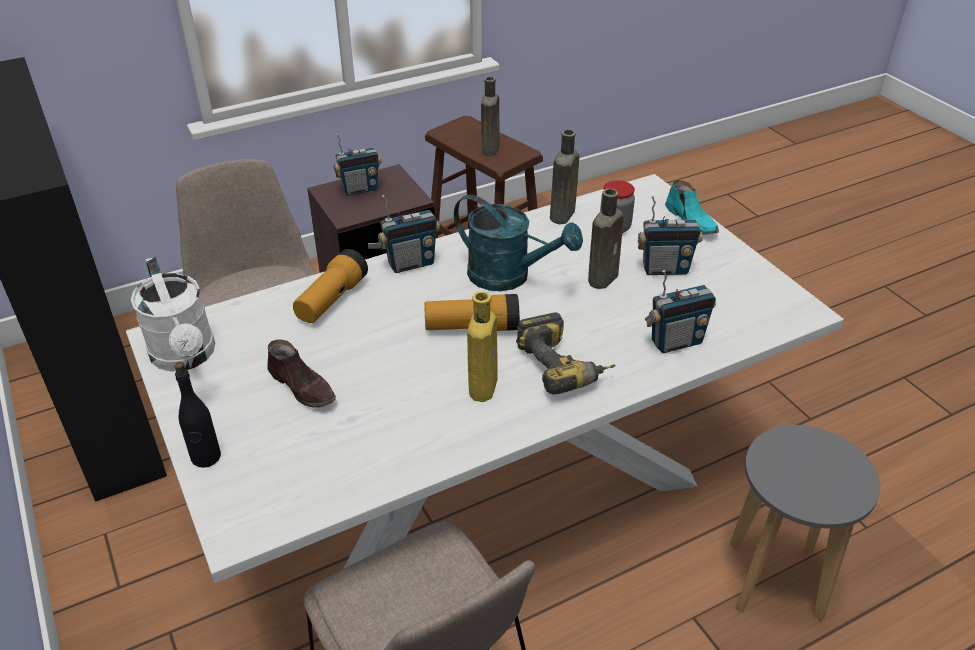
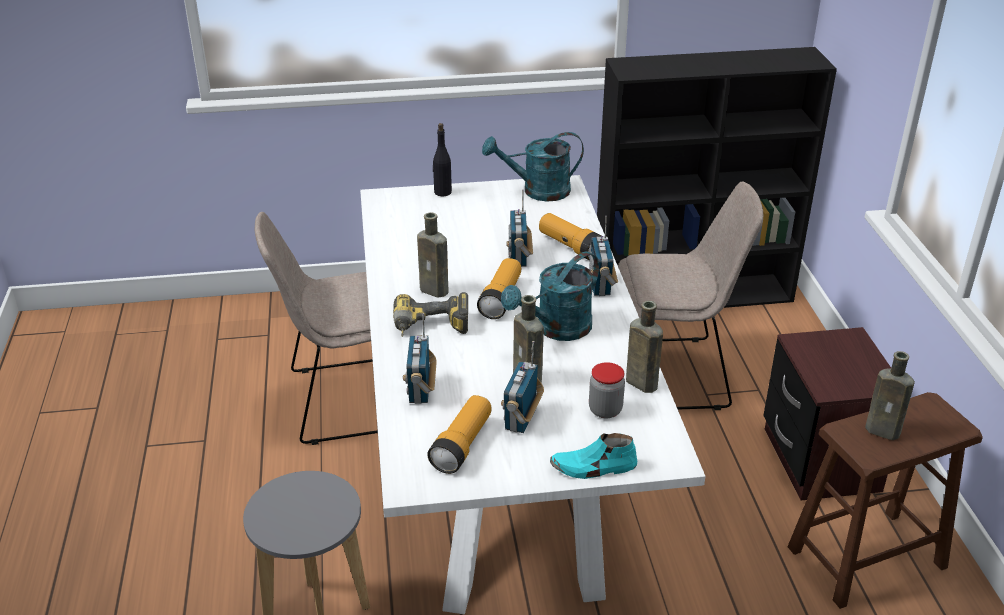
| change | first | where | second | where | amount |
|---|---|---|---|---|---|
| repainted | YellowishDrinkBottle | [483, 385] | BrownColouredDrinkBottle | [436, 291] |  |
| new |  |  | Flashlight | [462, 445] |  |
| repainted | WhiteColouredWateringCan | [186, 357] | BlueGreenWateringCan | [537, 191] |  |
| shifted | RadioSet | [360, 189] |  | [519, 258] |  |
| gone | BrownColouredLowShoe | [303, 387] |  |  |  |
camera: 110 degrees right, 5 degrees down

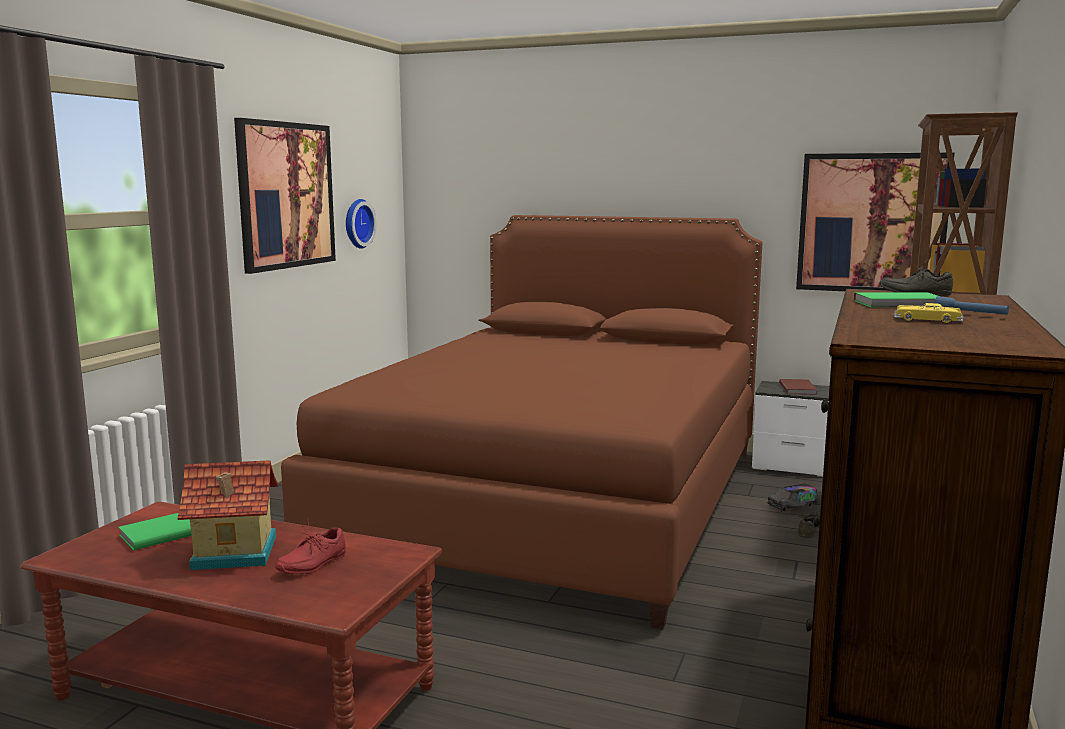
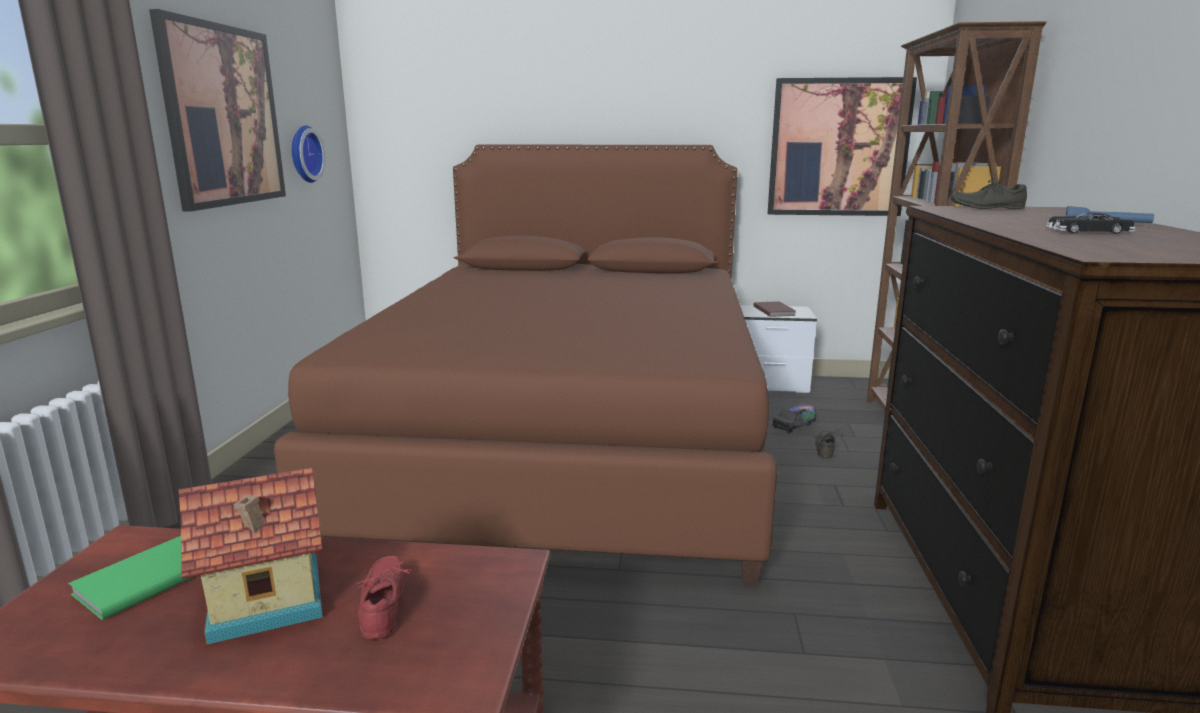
| change | first | where | second | where | amount |
|---|---|---|---|---|---|
| rotated | RedLowShoe | [310, 564] |  | [387, 604] | 150 degrees clockwise |
| repainted | YellowishMiniatureCar | [927, 320] | BlackColouredMiniatureCar | [1088, 232] |  |
| gone | GreenishBook | [900, 304] |  |  |  |
camera: 15 degrees left, 5 degrees up

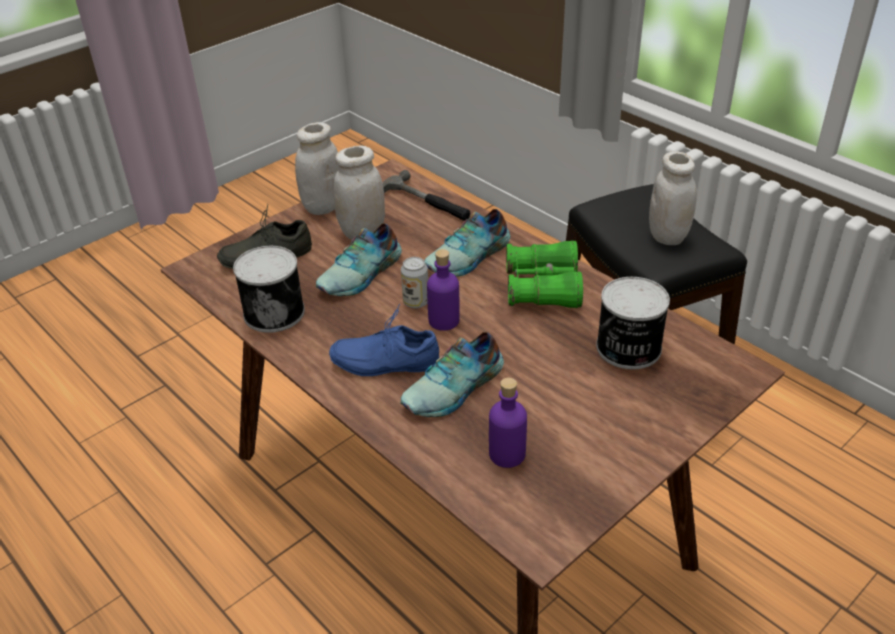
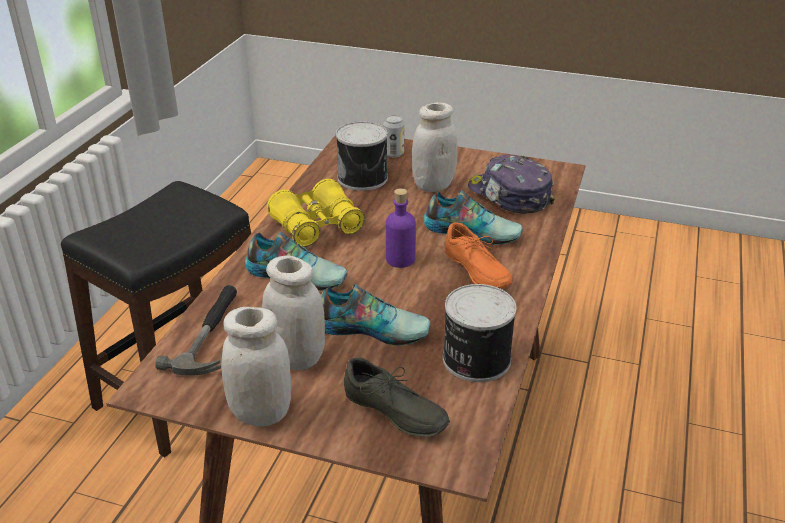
| change | first | where | second | where | amount |
|---|---|---|---|---|---|
| repainted | GreenishPairOfBinoculars | [543, 288] | YellowishPairOfBinoculars | [317, 226] |  |
| shifted | Can | [416, 302] |  | [393, 154] |  |
| shifted | WhiteColouredStorageJar | [667, 236] |  | [433, 185] |  |
| repainted | BluishLowShoe | [385, 360] | OrangeyLowShoe | [474, 271] |  |
| swapped | PurpleColouredDrinkBottle | [507, 454] | Cap | [509, 196] |  |
camera: 120 degrees left, 5 degrees down

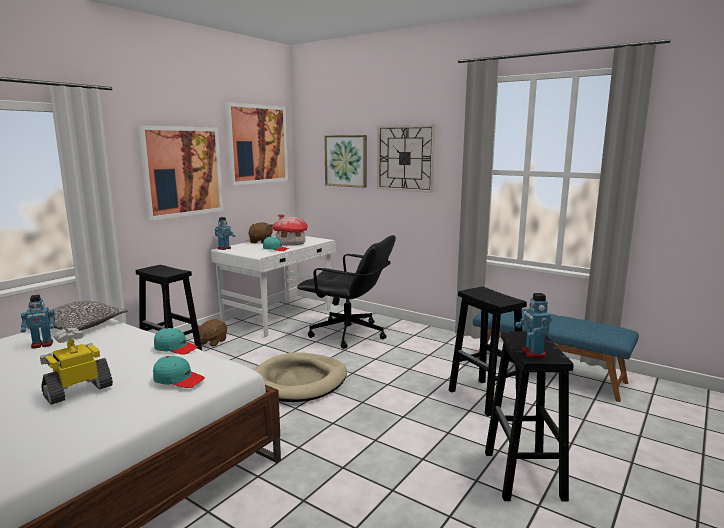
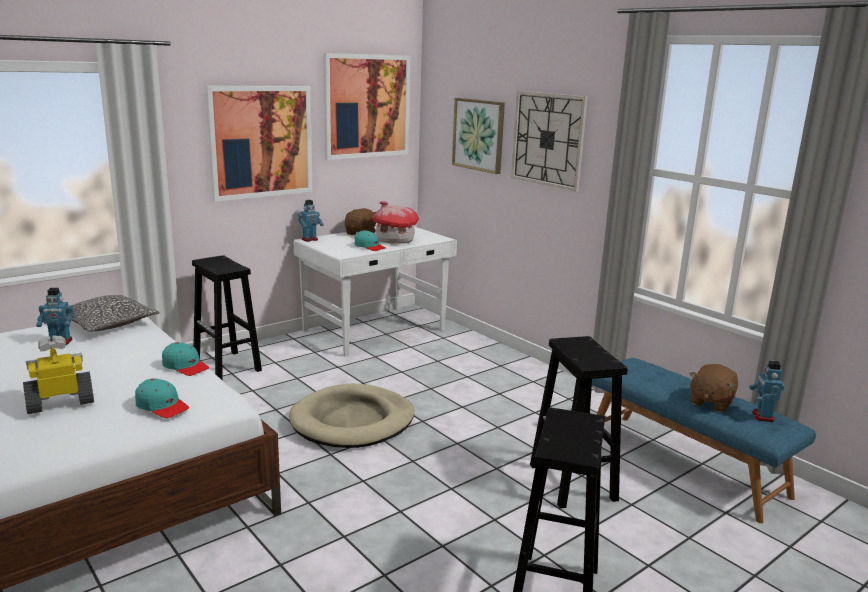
| change | first | where | second | where | amount |
|---|---|---|---|---|---|
| shifted | BrownColouredCuddlyToy | [212, 342] |  | [710, 402] |  |
| shifted | RobotFigure | [532, 353] |  | [762, 416] |  |
| gone | BlackColouredComputerChair | [348, 334] |  |  |  |
camera: 15 degrees right, 5 degrees up

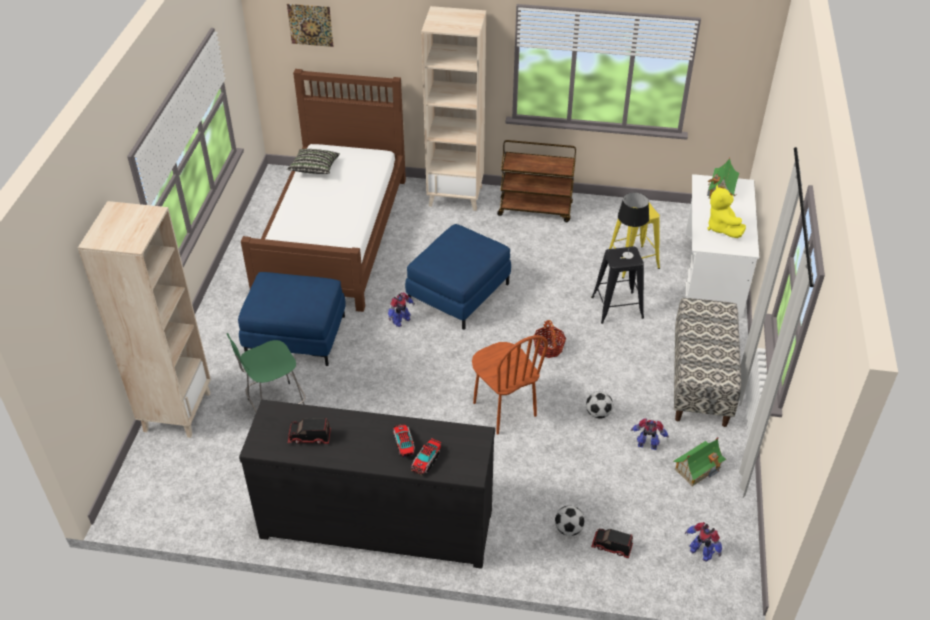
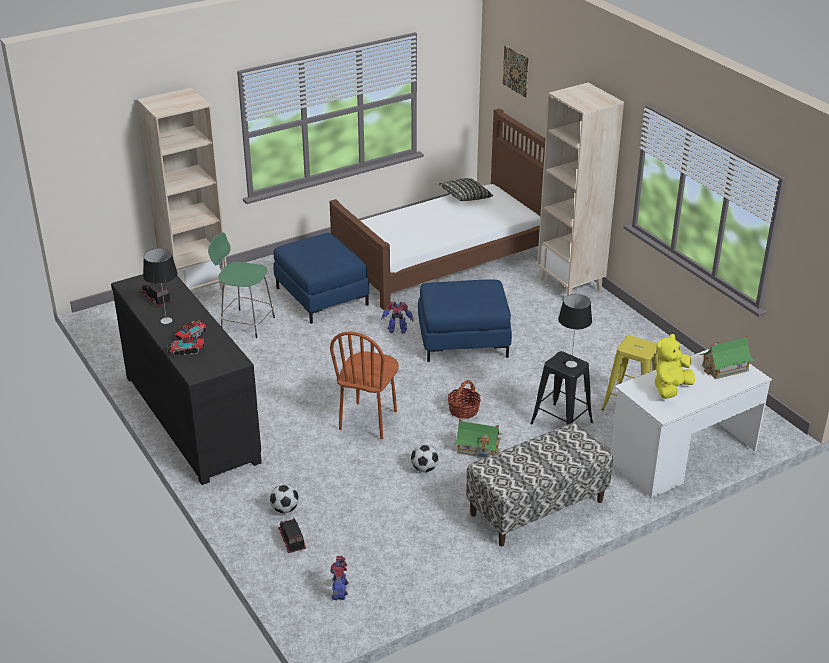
| change | first | where | second | where | amount |
|---|---|---|---|---|---|
| new |  |  | TabletopLamp | [166, 320] |  |
| shifted | ModelHouse | [697, 468] |  | [478, 448] |  |
| gone | BrownColouredTrolley | [535, 209] |  |  |  |
| gone | RobotFigure | [647, 445] |  |  |  |
camera: 50 degrees right, 10 degrees down

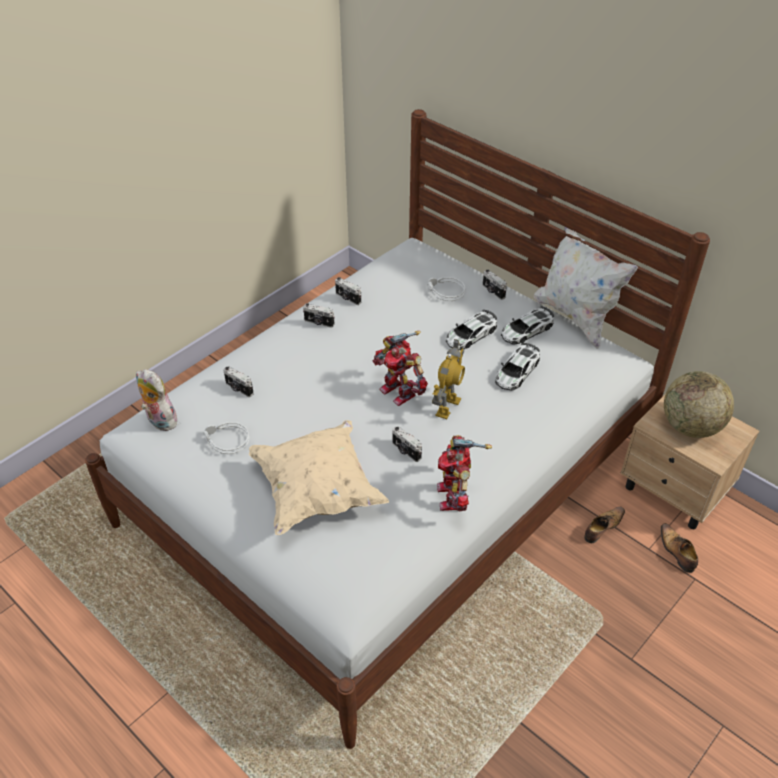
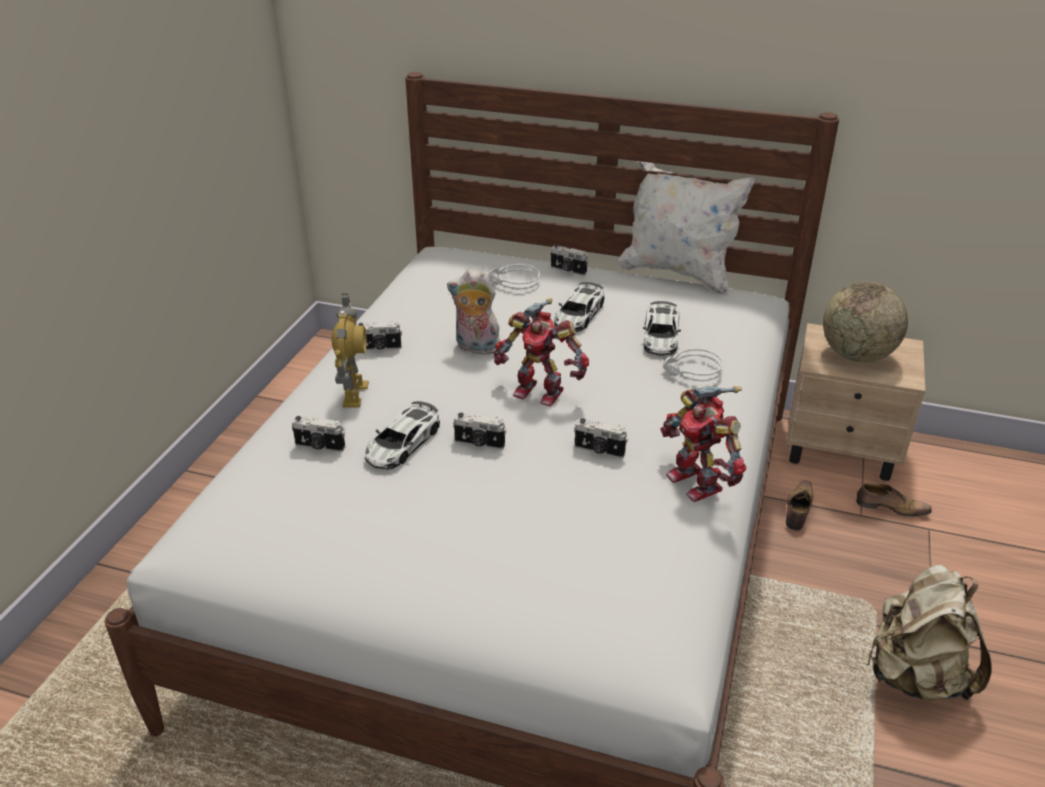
| change | first | where | second | where | amount |
|---|---|---|---|---|---|
| shifted | RobotFigure | [447, 406] |  | [354, 394] |  |
| shifted | MiniatureCar | [526, 330] |  | [402, 443] |  |
| shifted | CuddlyToy | [159, 421] |  | [475, 348] |  |
| shifted | StillCamera | [347, 298] |  | [479, 444] |  |
| shifted | GreyishHeadset | [225, 441] |  | [693, 372] |  |
| rotated | LowShoe | [676, 551] |  | [890, 508] | 150 degrees clockwise |
| new |  |  | BeigeColouredKnapsack | [915, 676] |  |
| gone | BeigeColouredThrowPillow | [317, 491] |  |  |  |
camera: 25 degrees left, 10 degrees down

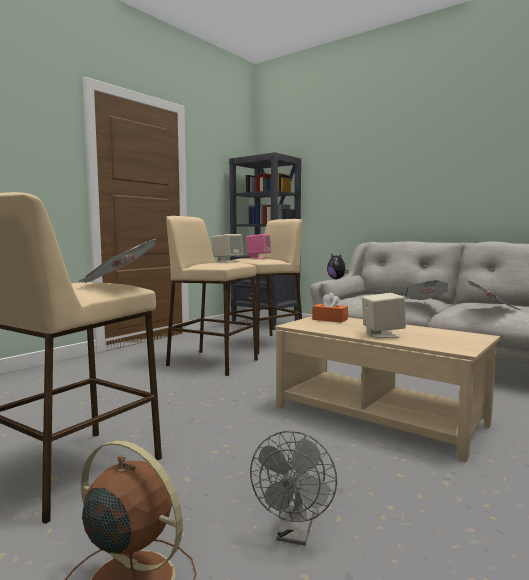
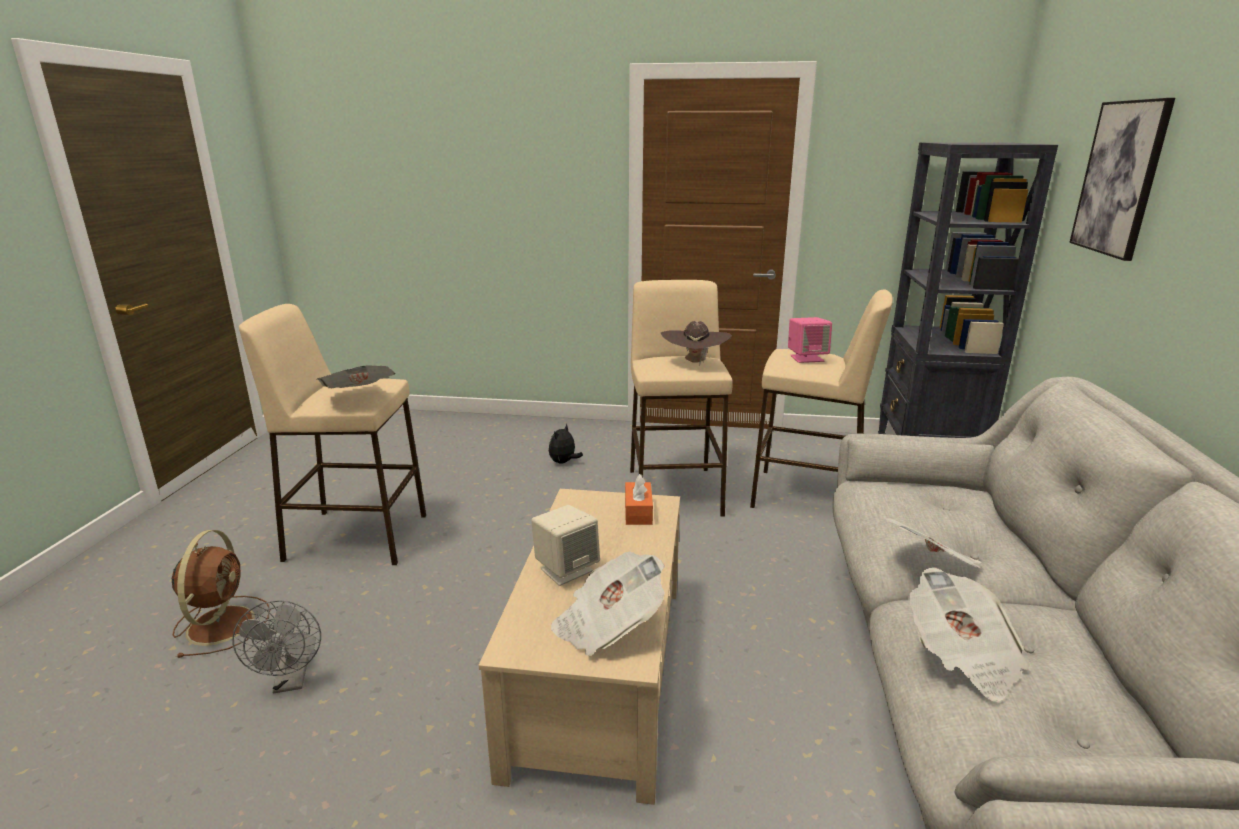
| change | first | where | second | where | amount |
|---|---|---|---|---|---|
| rotated | GreyishElectricFan | [295, 534] |  | [291, 681] | 90 degrees counterclockwise |
| shifted | CuddlyToy | [337, 279] |  | [564, 462] |  |
| new |  |  | PrintedPaper | [608, 626] |  |
| swapped | BeigeColouredLoudspeaker | [227, 261] | BrownColouredClothingHat | [695, 362] |  |
| new |  |  | WallArt | [1120, 178] |  |
camera: 60 degrees right, 15 degrees up

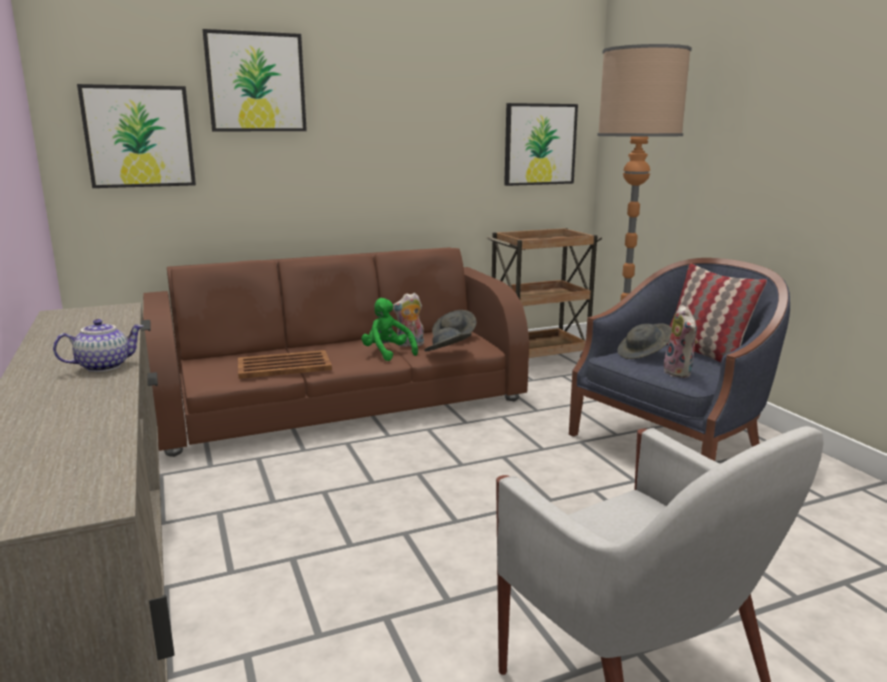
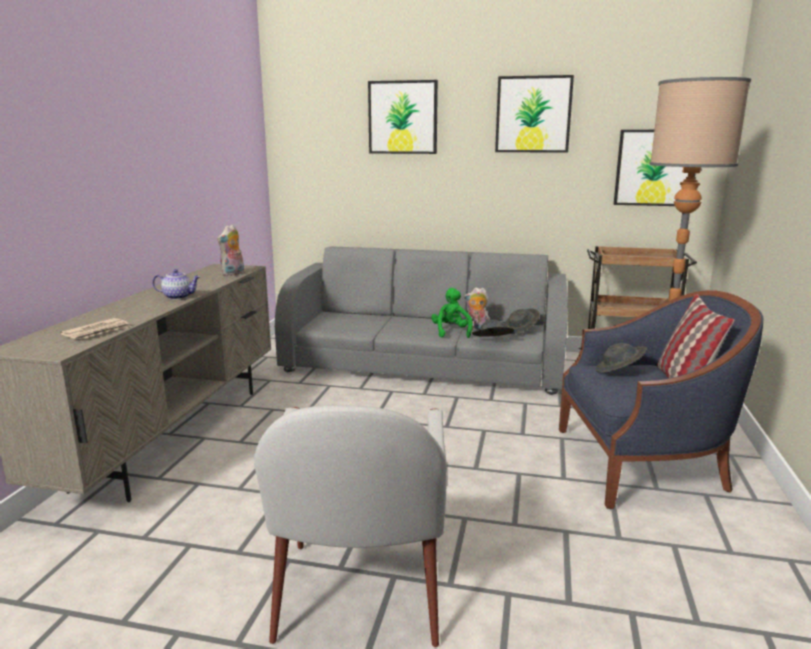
| change | first | where | second | where | amount |
|---|---|---|---|---|---|
| new |  |  | PrintedPaper | [98, 332] |  |
| shifted | CuddlyToy | [680, 372] |  | [233, 274] |  |
| repainted | BrownColouredSettee | [341, 399] | GreyishSettee | [425, 362] |  |
| shifted | WallArt | [139, 137] |  | [533, 114] |  |
| gone | BrownColouredCarryingTray | [285, 366] |  |  |  |
camera: 35 degrees right, 0 degrees up

